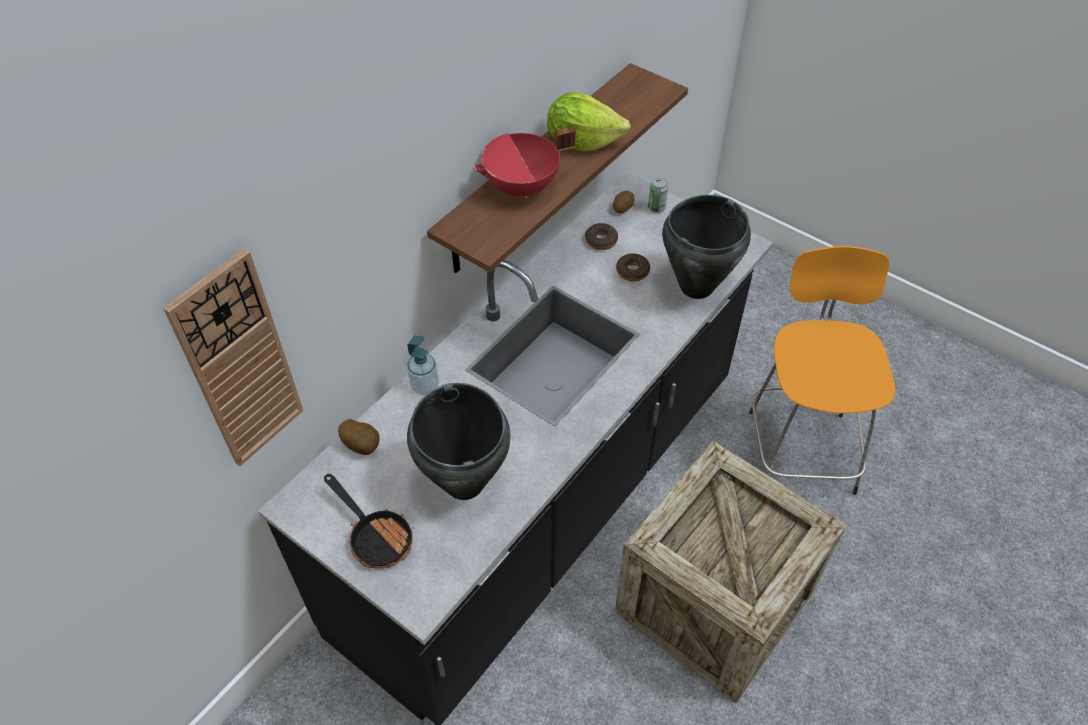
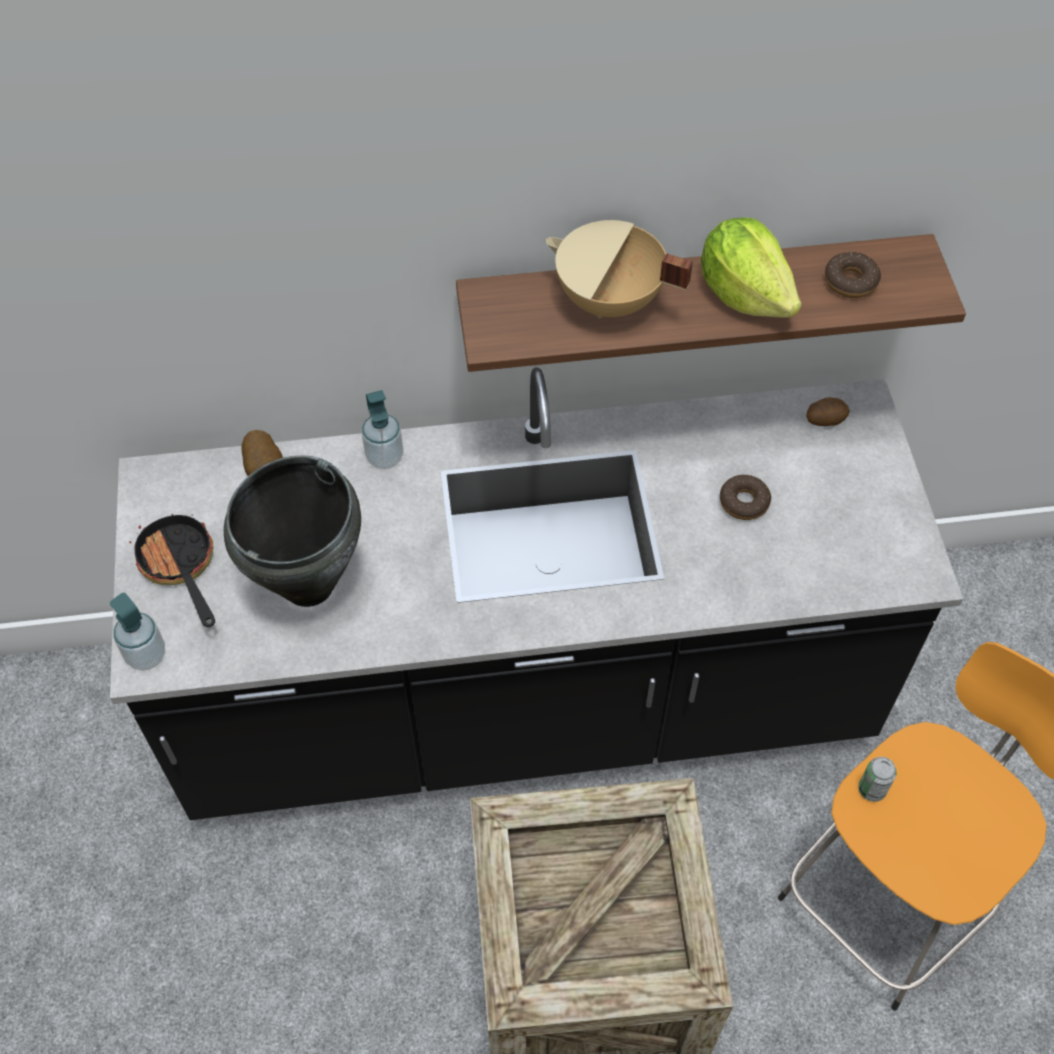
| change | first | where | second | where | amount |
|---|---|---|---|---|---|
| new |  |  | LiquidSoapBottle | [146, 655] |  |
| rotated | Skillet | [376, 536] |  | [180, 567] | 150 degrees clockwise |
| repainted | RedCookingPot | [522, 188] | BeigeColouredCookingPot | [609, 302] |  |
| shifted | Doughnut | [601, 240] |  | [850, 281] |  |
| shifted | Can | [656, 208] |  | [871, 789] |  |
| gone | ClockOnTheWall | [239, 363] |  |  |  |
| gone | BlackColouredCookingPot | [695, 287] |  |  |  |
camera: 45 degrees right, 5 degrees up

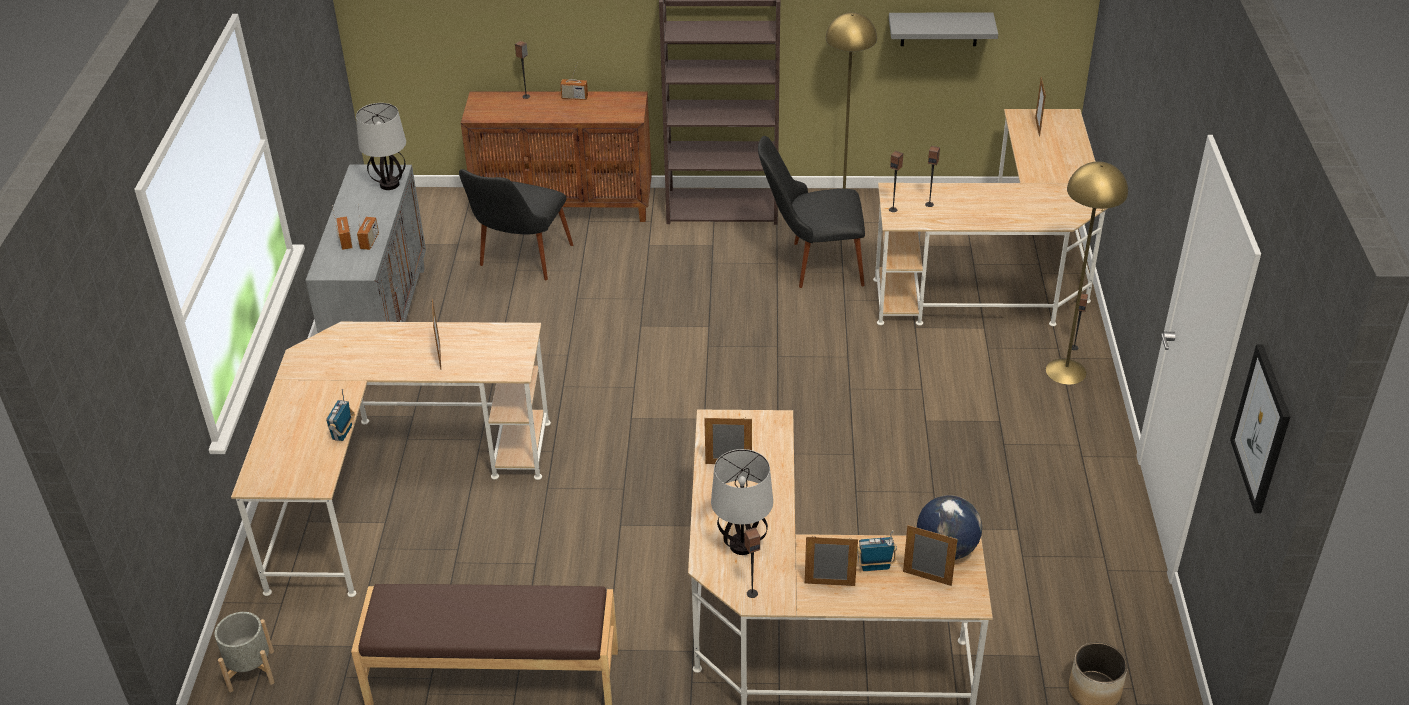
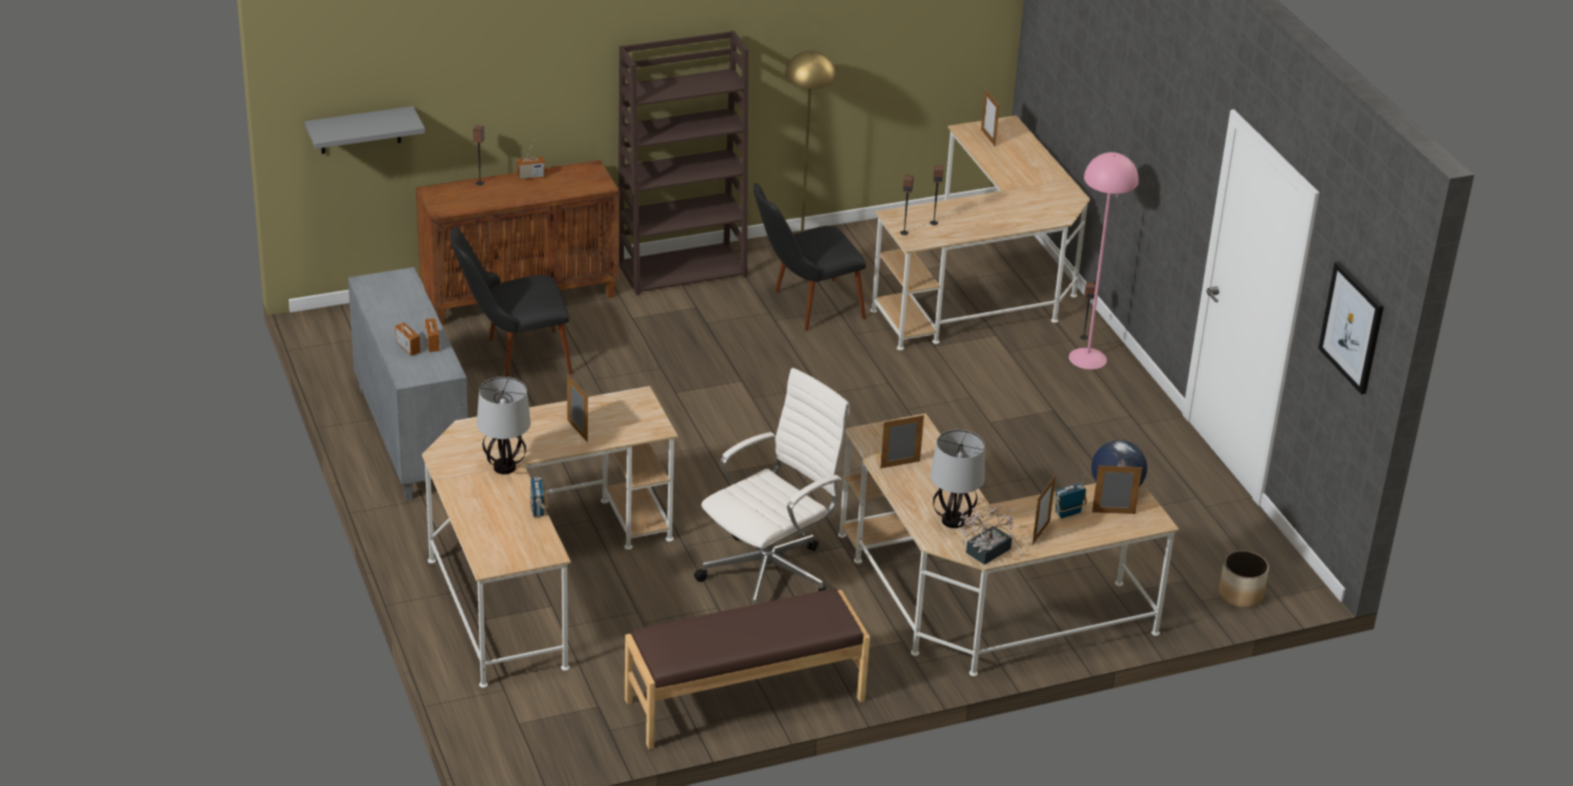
| change | first | where | second | where | amount |
|---|---|---|---|---|---|
| shifted | GreyishShelf | [939, 29] |  | [360, 130] |  |
| rotated | BlackColouredPlainChair | [519, 264] |  | [513, 358] | 75 degrees clockwise |
| shifted | TabletopLamp | [390, 184] |  | [505, 467] |  |
| new |  |  | WhiteColouredComputerChair | [770, 574] |  |
| swapped | Loudspeaker | [752, 593] | PlantInAPot | [984, 552] |  |
| rotated | PhotoFrame | [829, 584] |  | [1041, 533] | 135 degrees clockwise |
| repainted | YellowishStandingLamp | [1065, 371] | PinkColouredStandingLamp | [1087, 358] |  |
| gone | GreyishFlowerPot | [251, 671] |  |  |  |
camera: 25 degrees left, 5 degrees down

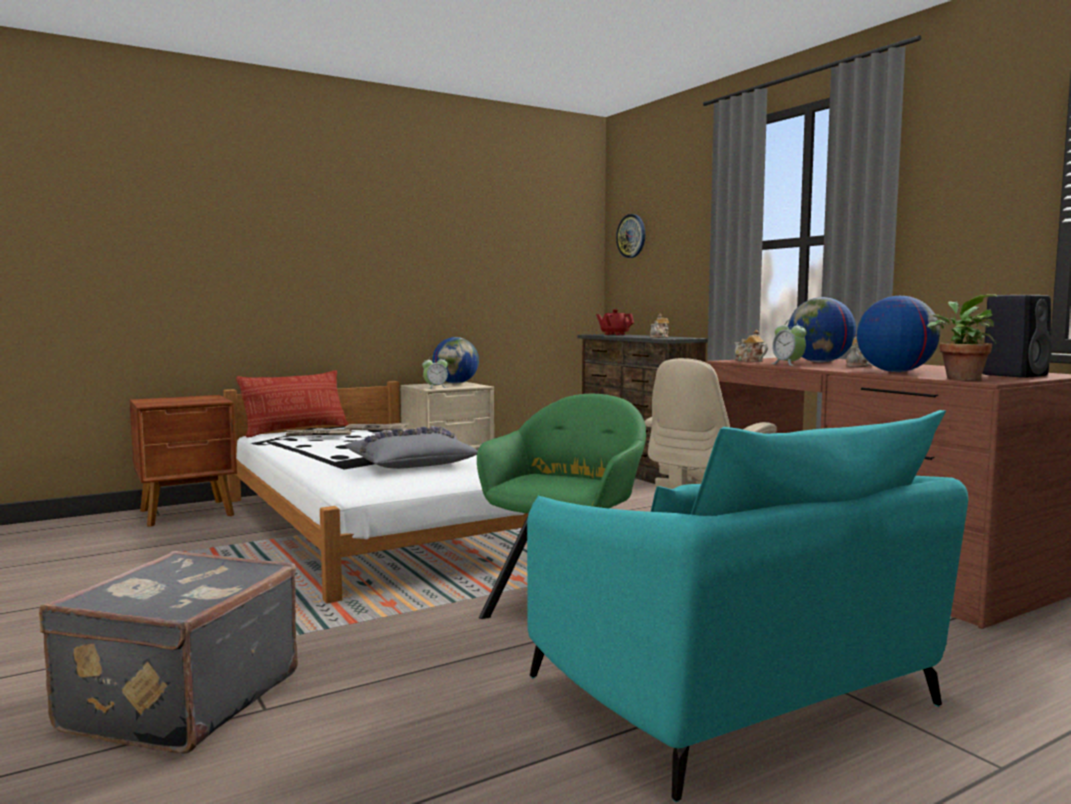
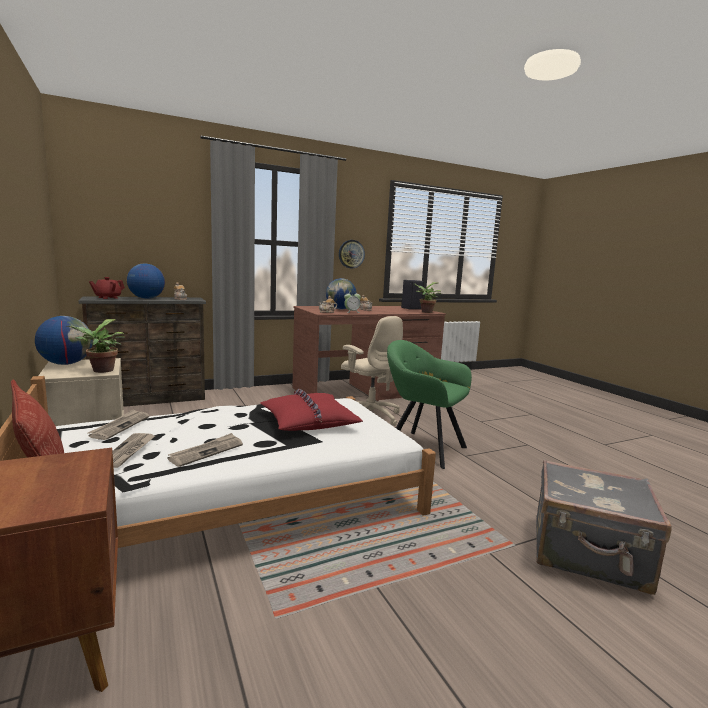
| change | first | where | second | where | amount |
|---|---|---|---|---|---|
| swapped | TableClock | [435, 387] | PlantInAPot | [100, 371] |  |
| shifted | Globe | [895, 372] |  | [146, 298] |  |
| new |  |  | PrintedPaper | [206, 451] |  |
| repainted | GreyishThrowPillow | [410, 463] | RedThrowPillow | [308, 421] |  |
| shifted | ClockOnTheWall | [631, 236] |  | [351, 254] |  |
| gone | BlueGreenLoungeChair | [730, 694] |  |  |  |
camera: 85 degrees left, 5 degrees up

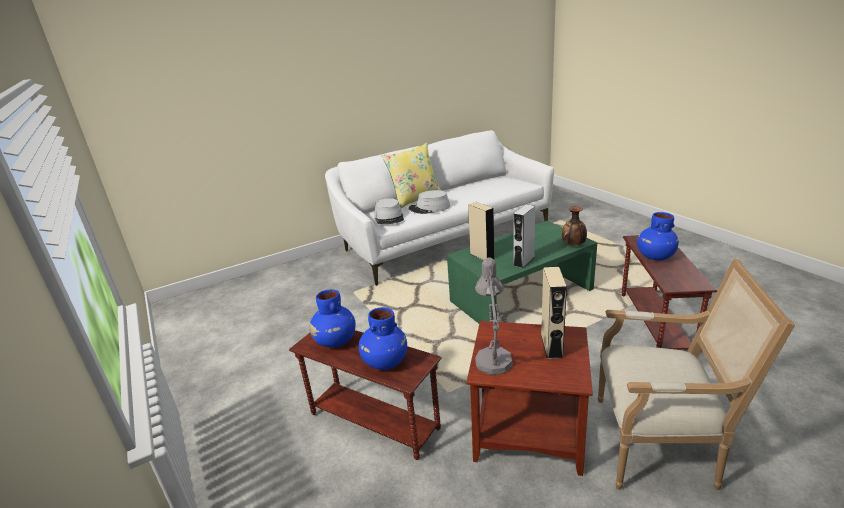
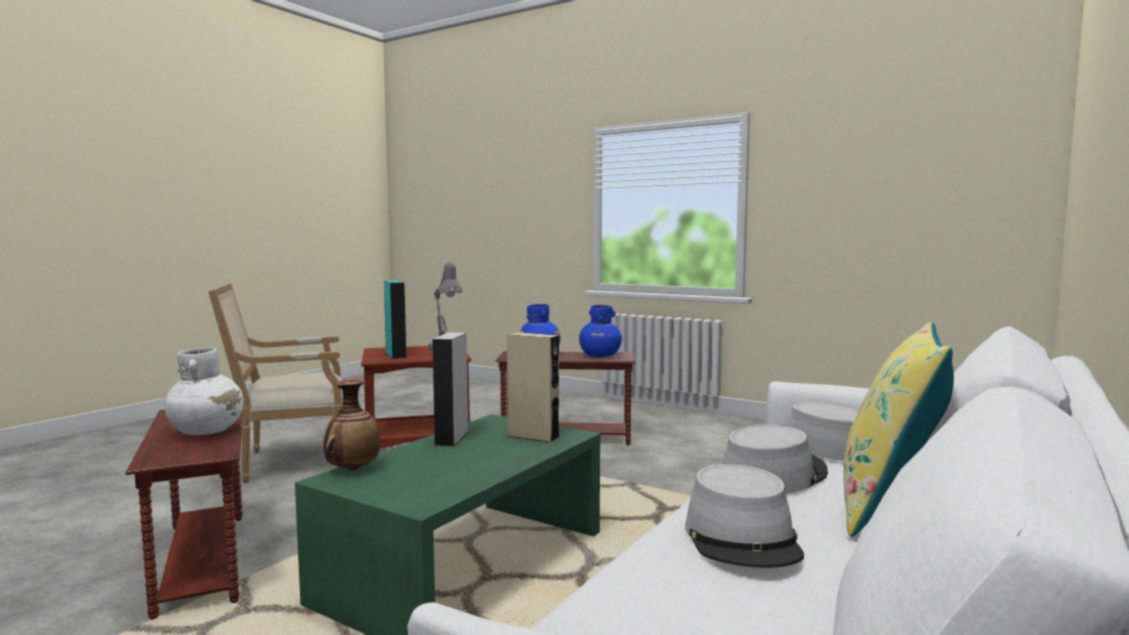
| change | first | where | second | where | amount |
|---|---|---|---|---|---|
| repainted | BluishDecorativeVase | [655, 256] | WhiteColouredDecorativeVase | [207, 431] |  |
| repainted | BeigeColouredLoudspeaker | [551, 346] | BlueGreenLoudspeaker | [396, 355] |  |
| new |  |  | GreyishClothingHat | [742, 537] |  |
camera: 150 degrees right, 20 degrees down

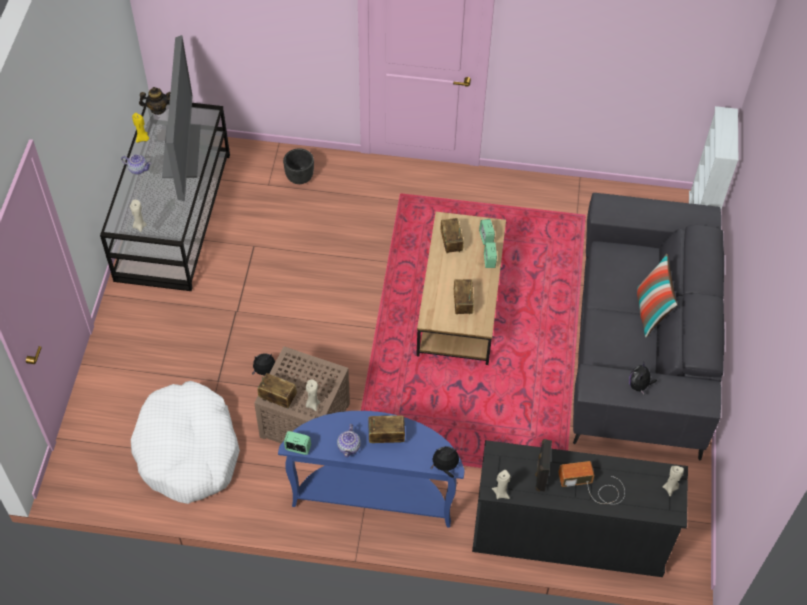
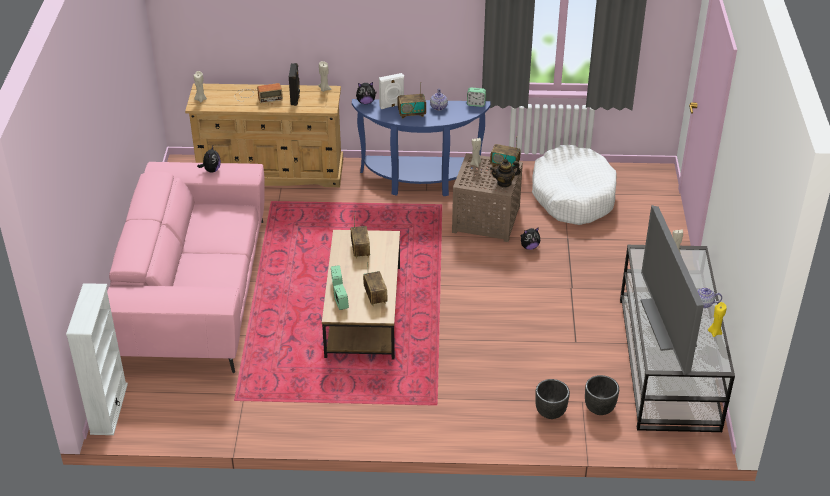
| change | first | where | second | where | amount |
|---|---|---|---|---|---|
| repainted | GreyishSettee | [639, 345] | PinkColouredSettee | [195, 291] |  |
| repainted | BlackColouredChestOfDrawers | [567, 536] | BeigeColouredChestOfDrawers | [271, 171] |  |
| new |  |  | WhiteColouredLoudspeaker | [392, 106] |  |
| shifted | Teapot | [158, 109] |  | [504, 183] |  |
| new |  |  | BlackColouredFlowerPot | [599, 408] |  |
| gone | ThrowPillow | [651, 312] |  |  |  |
camera: 175 degrees right, 15 degrees down

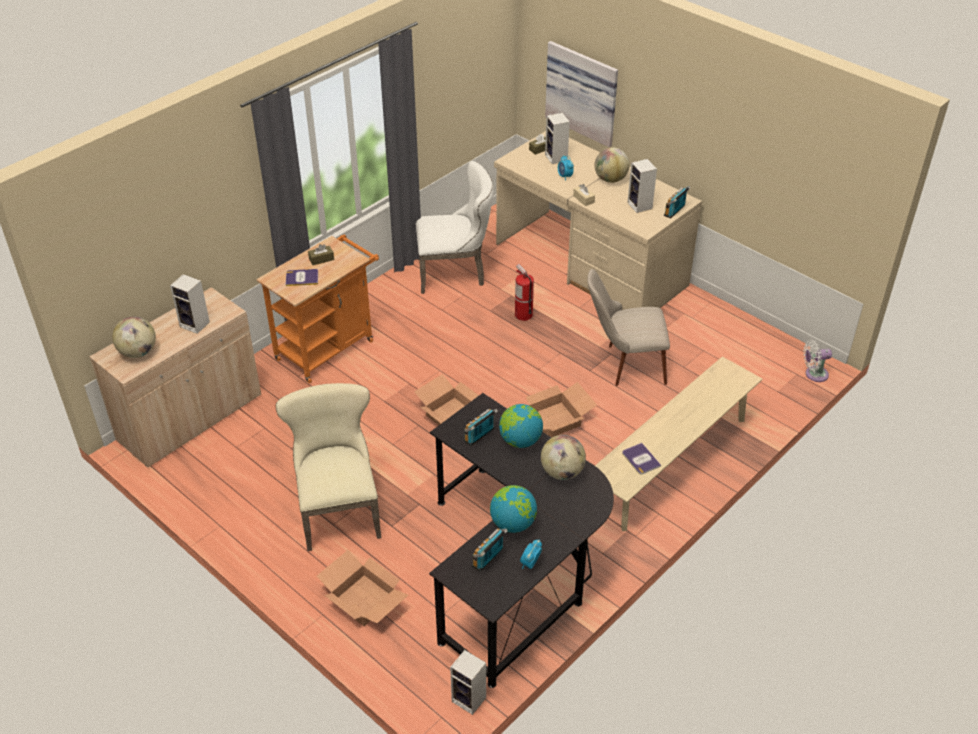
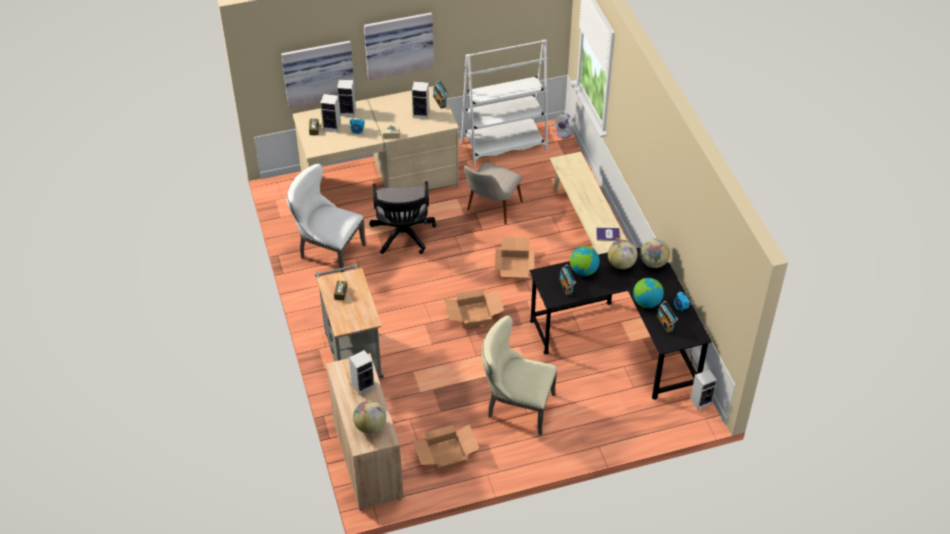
| change | first | where | second | where | amount |
|---|---|---|---|---|---|
| rotated | WhiteColouredPlainChair | [455, 273] |  | [328, 251] | 90 degrees counterclockwise |
| repainted | OrangeyTrolley | [329, 347] | GreyishTrolley | [352, 352] |  |
| new |  |  | Loudspeaker | [348, 111] |  |
| new |  |  | WallArt | [398, 44] |  |
| swapped | Extinguisher | [523, 315] | BlackColouredComputerChair | [403, 236] |  |
| shifted | CardboardBox | [365, 600] |  | [446, 453] |  |
| new |  |  | WhiteColouredBookcase | [504, 146] |  |
| shifted | Globe | [610, 179] |  | [653, 263] |  |
| gone | Book | [302, 278] |  |  |  |
camera: 60 degrees left, 5 degrees up

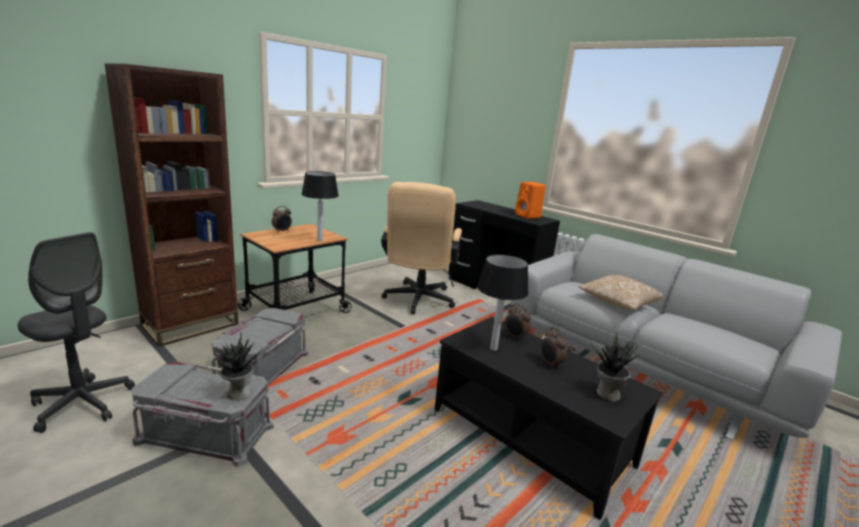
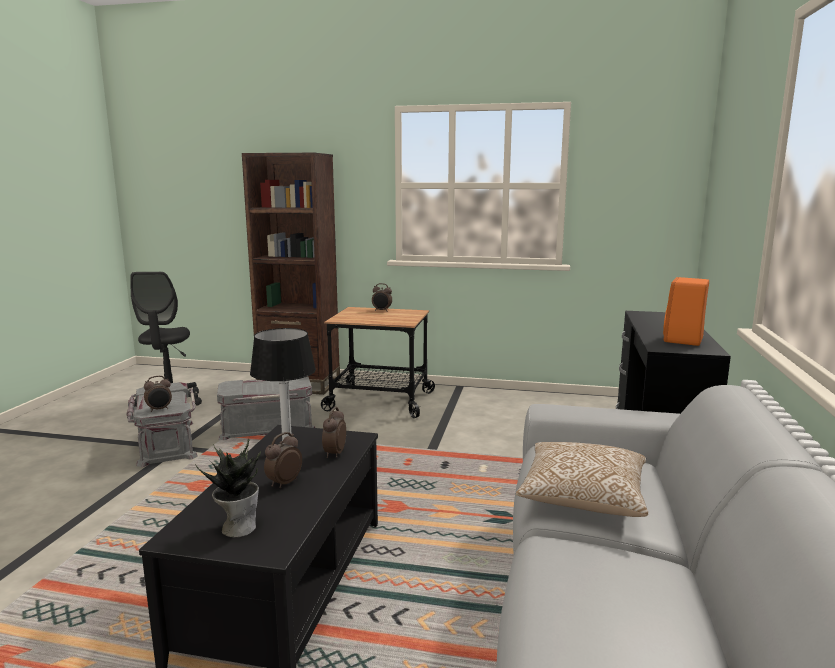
| change | first | where | second | where | amount |
|---|---|---|---|---|---|
| swapped | PlantInAPot | [238, 393] | TableClock | [159, 409] |  |
| gone | TabletopLamp | [319, 240] |  |  |  |
| gone | BeigeColouredComputerChair | [417, 301] |  |  |  |
camera: 60 degrees right, 5 degrees down

